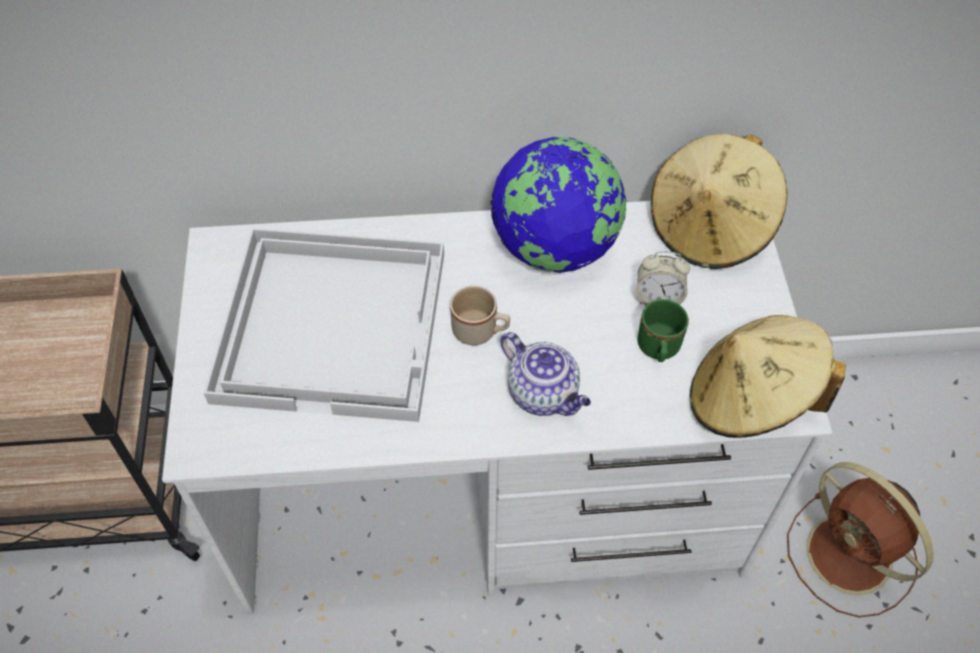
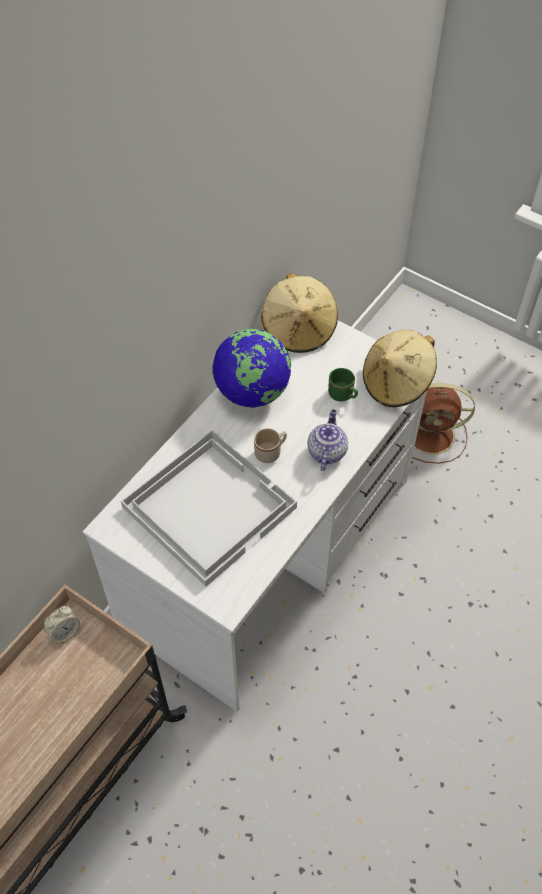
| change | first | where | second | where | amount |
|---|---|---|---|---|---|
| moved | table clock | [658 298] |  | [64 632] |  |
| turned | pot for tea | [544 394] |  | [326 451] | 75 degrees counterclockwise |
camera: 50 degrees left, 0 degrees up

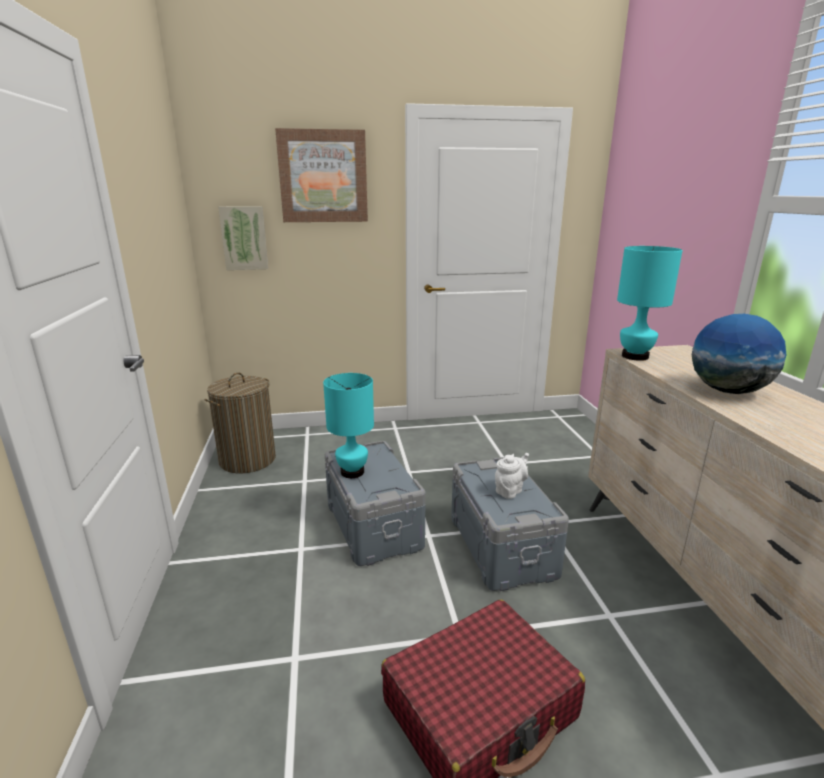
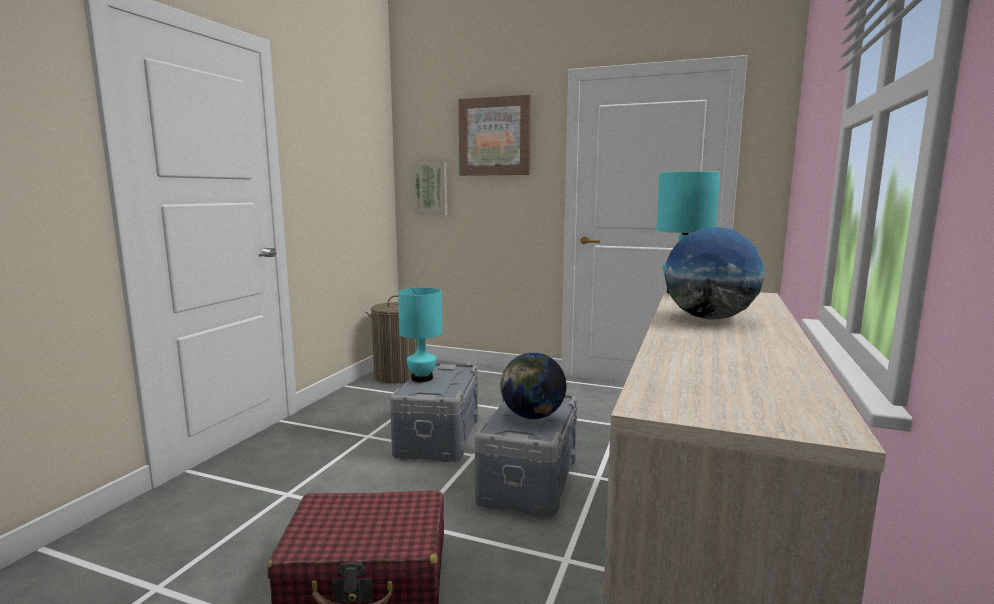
| change | first | where | second | where | amount |
|---|---|---|---|---|---|
| replaced | pot for tea in white | [510 490] | desk globe | [532 416] |  |
camera: 30 degrees right, 10 degrees down

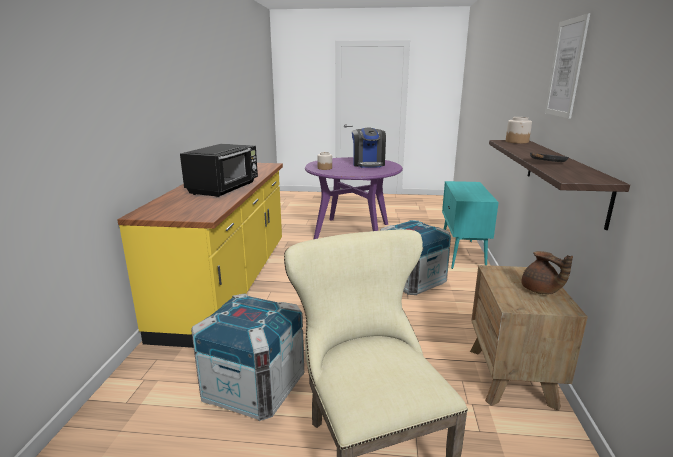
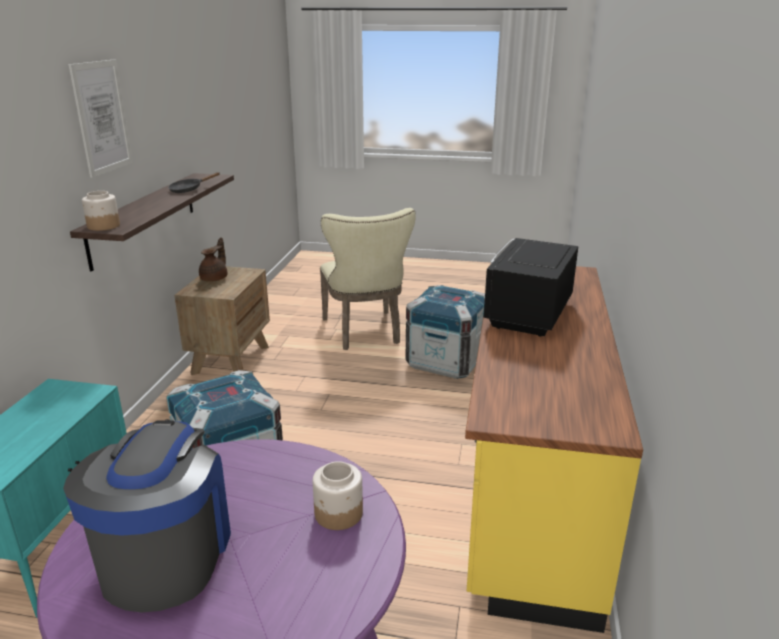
| change | first | where | second | where | amount |
|---|---|---|---|---|---|
| turned | pot for tea in brown | [540 290] |  | [215 278] | 45 degrees clockwise |
camera: 175 degrees left, 5 degrees up

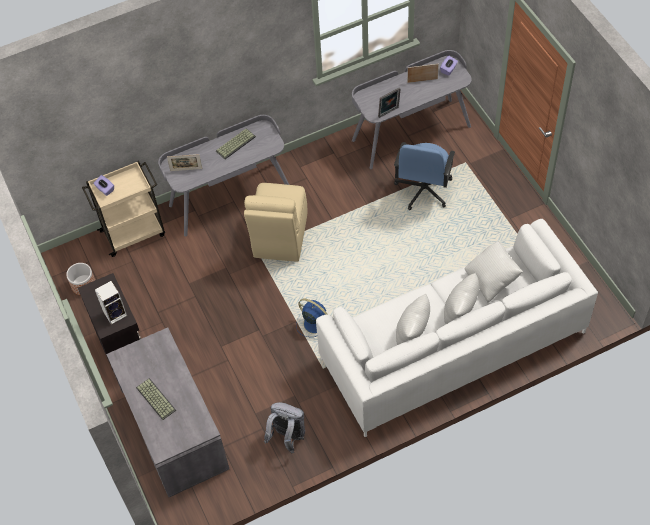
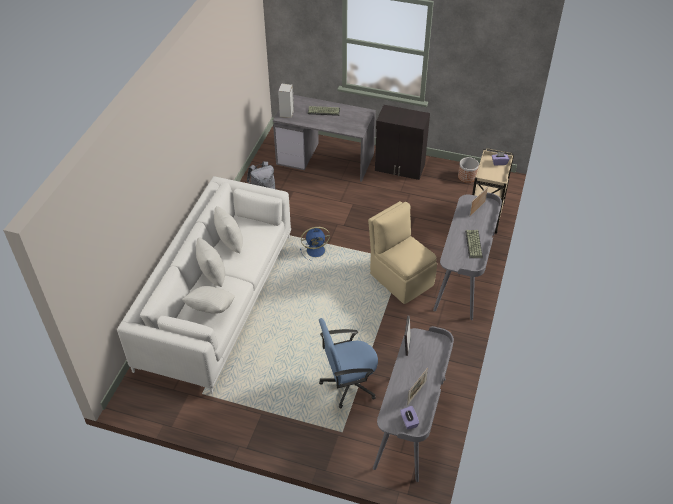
| change | first | where | second | where | amount |
|---|---|---|---|---|---|
| turned | office chair in blue-coloured | [423 190] |  | [348 383] | 75 degrees counterclockwise |
| moved | audio speaker | [116 313] |  | [287 114] |  |
camera: 130 degrees right, 10 degrees down

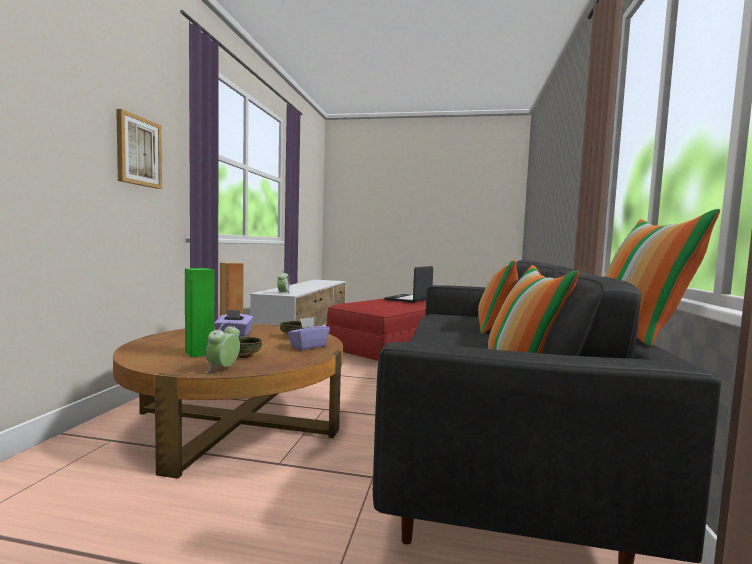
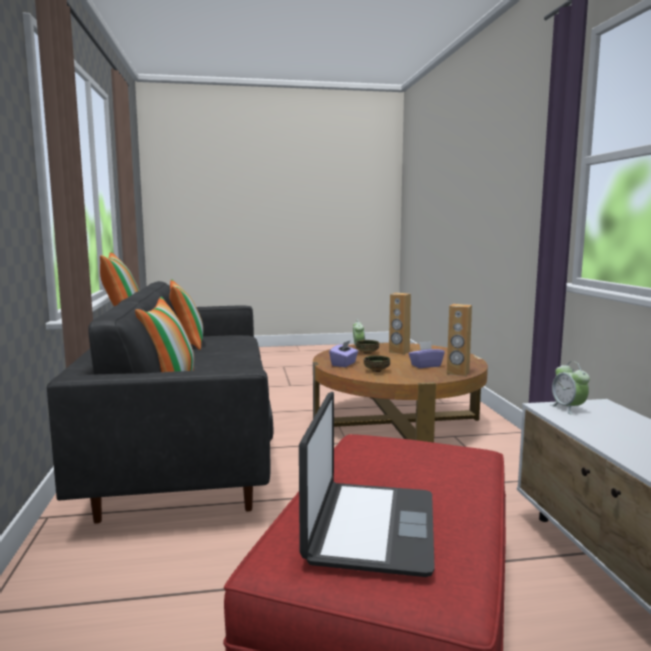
| change | first | where | second | where | amount |
|---|---|---|---|---|---|
| removed | picture | [138 151] |  |  |  |
| recoloured | audio speaker in green-coloured | [200 353] | audio speaker in brown | [399 352] |  |
camera: 160 degrees right, 5 degrees up

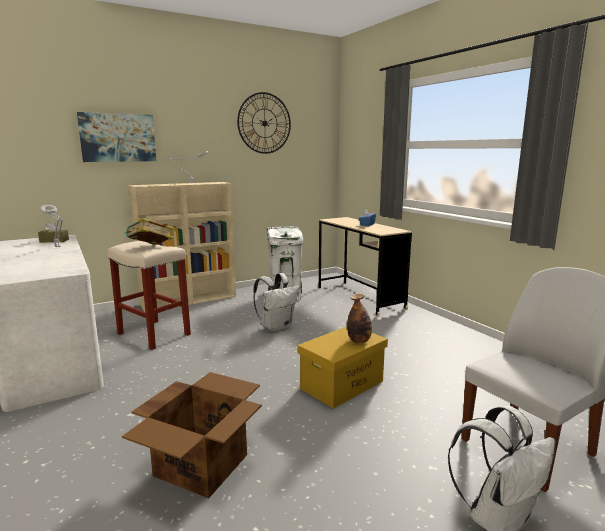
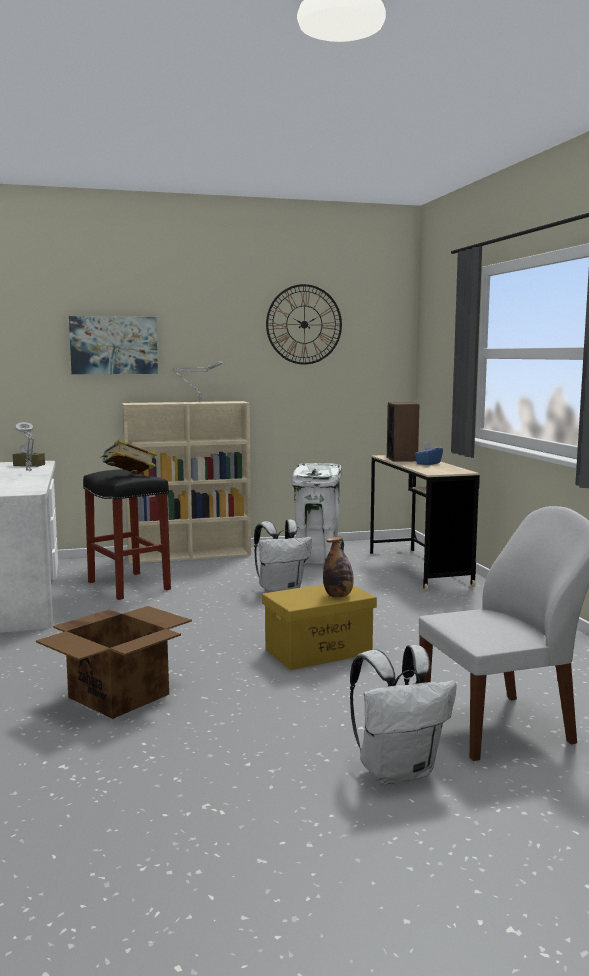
| change | first | where | second | where | amount |
|---|---|---|---|---|---|
| recoloured | stool seat in beige | [155 334] | stool seat in blackish | [129 586] |  |
| added |  |  | audio speaker | [402 459] |  |
camera: 15 degrees right, 5 degrees down

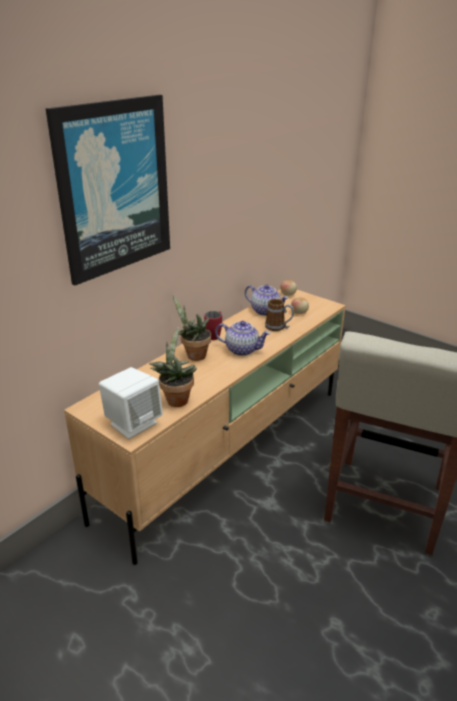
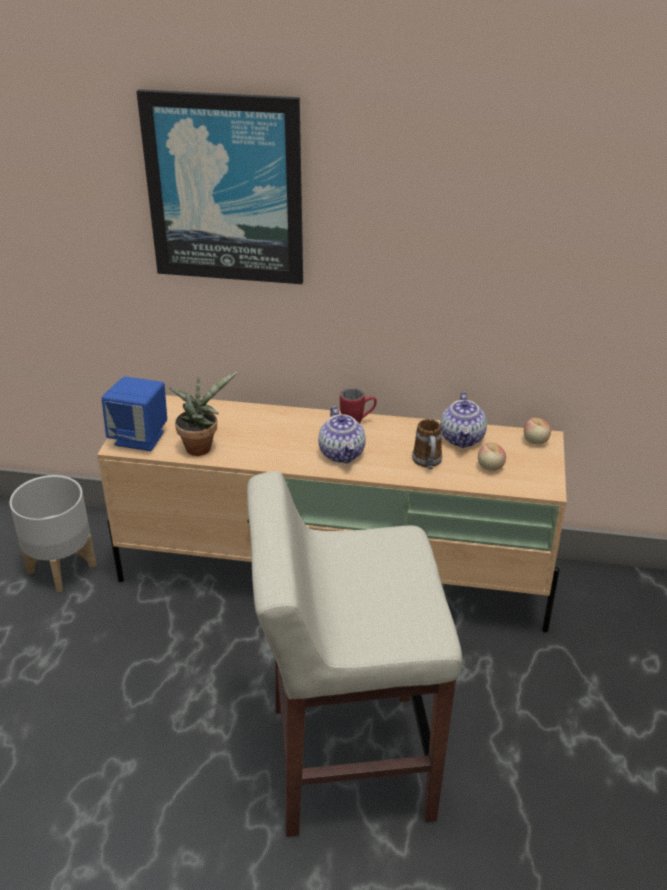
| change | first | where | second | where | amount |
|---|---|---|---|---|---|
| removed | plant in a pot | [193 355] |  |  |  |
| recoloured | audio speaker in white | [133 423] | audio speaker in blue-coloured | [140 438] |  |
| added |  |  | plant pot in gray | [62 568] |  |
camera: 60 degrees right, 5 degrees up

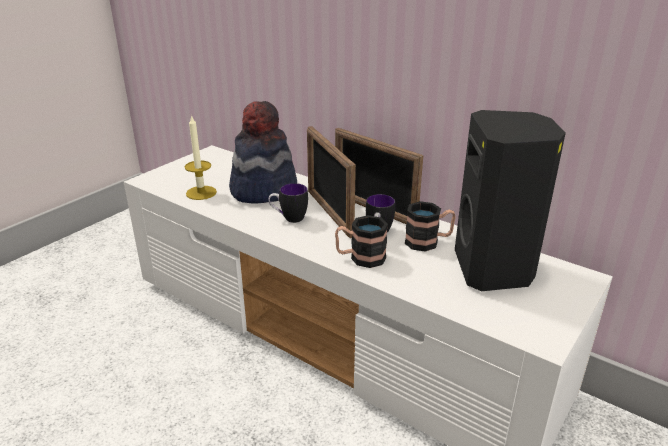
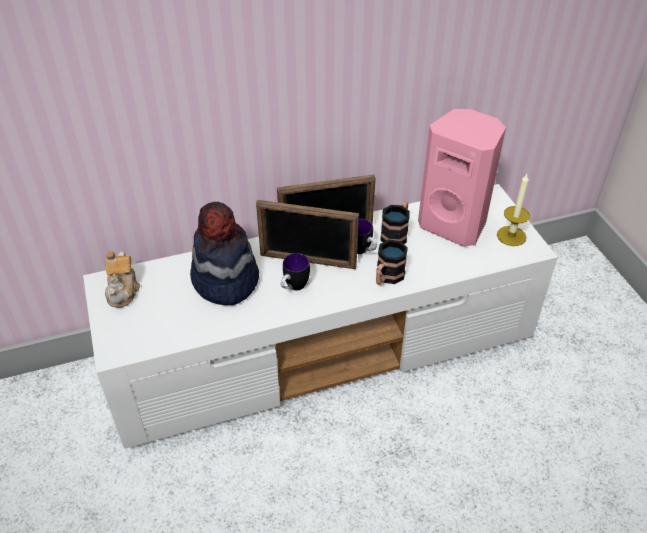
| change | first | where | second | where | amount |
|---|---|---|---|---|---|
| recoloured | audio speaker in blackish | [494 269] | audio speaker in pink-coloured | [454 224] |  |
| moved | wax candle | [201 193] |  | [511 236] |  |
| added |  |  | pot for tea | [123 290] |  |
camera: 55 degrees left, 15 degrees up

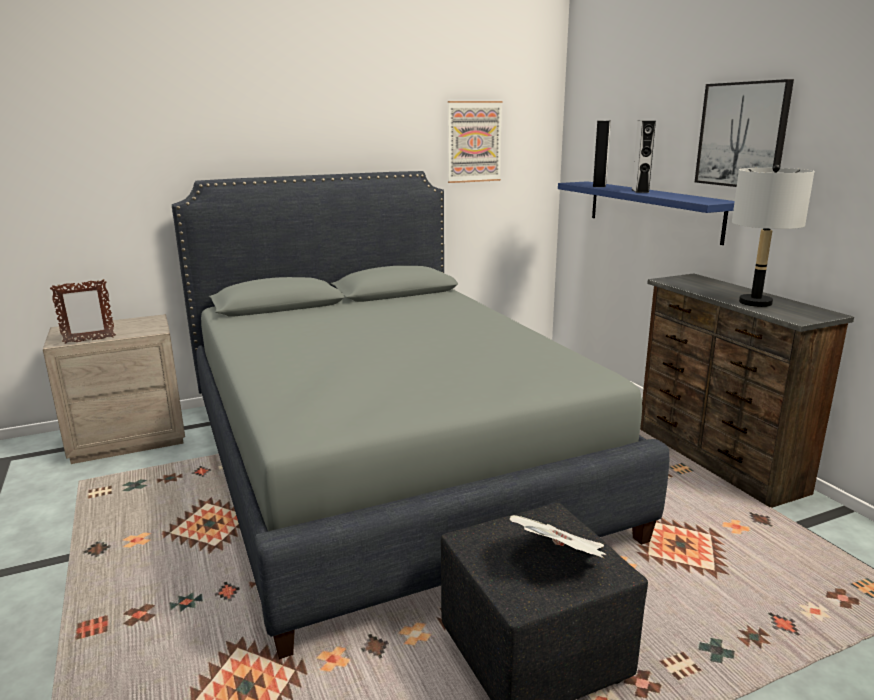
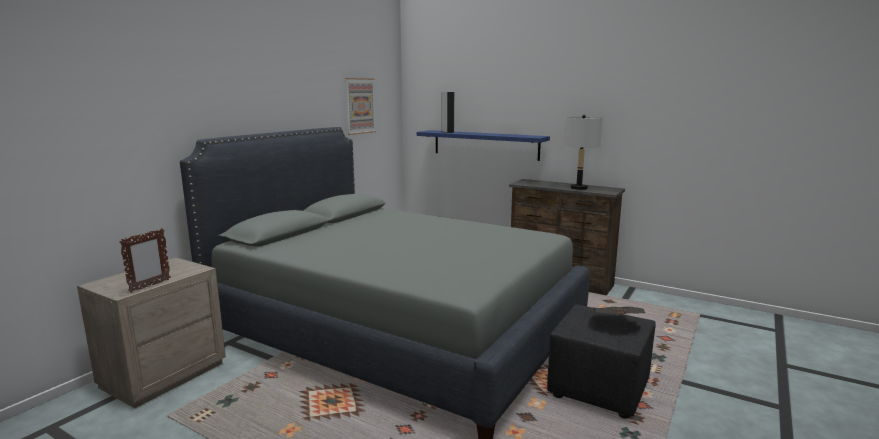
| change | first | where | second | where | amount |
|---|---|---|---|---|---|
| removed | picture | [742 135] |  |  |  |
| removed | audio speaker in gray | [640 191] |  |  |  |
camera: 35 degrees left, 5 degrees down

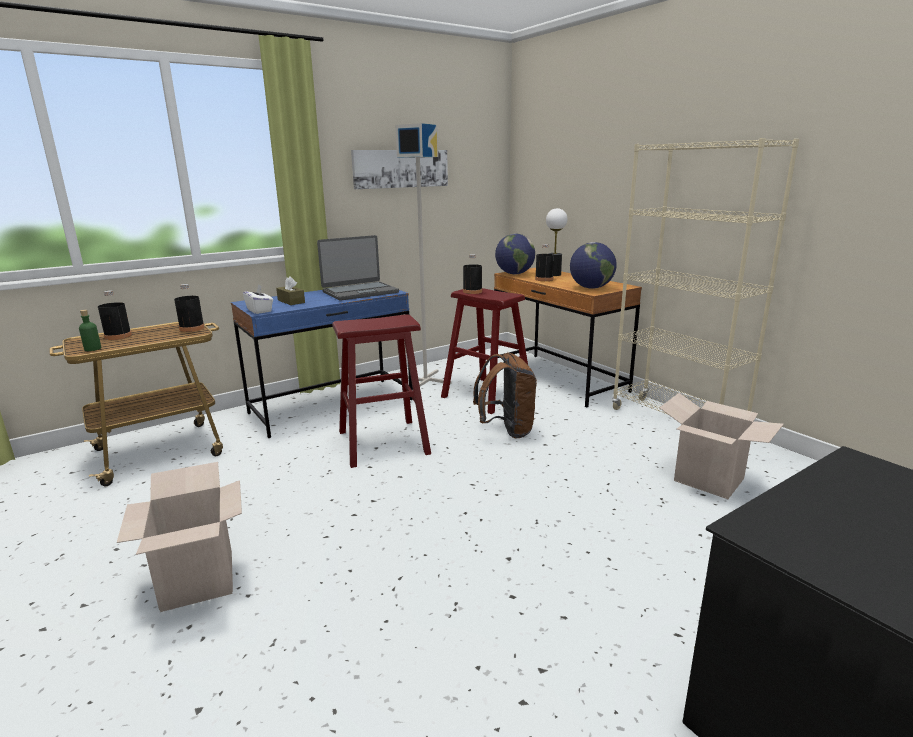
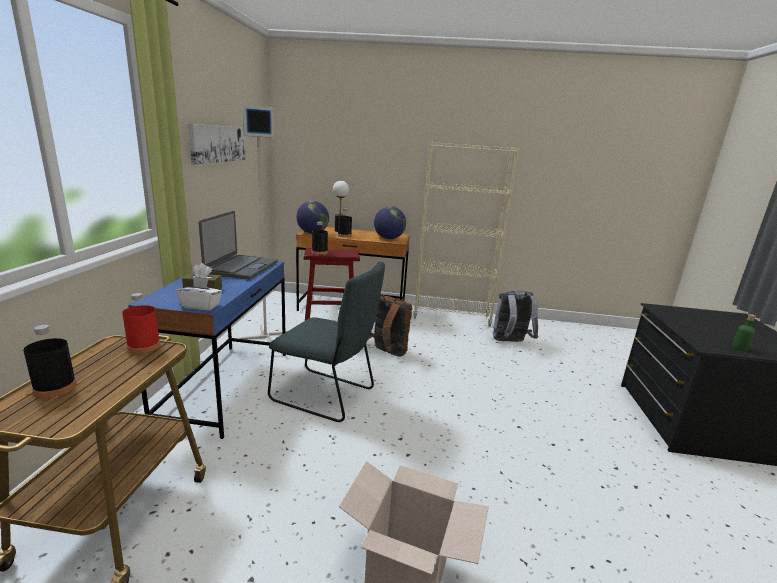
| change | first | where | second | where | amount |
|---|---|---|---|---|---|
| recoloured | bottle in blackish | [192 328] | bottle in red-coloured | [144 346] |  |
| moved | bottle in green-coloured | [92 348] |  | [739 347] |  |
| replaced | stool seat in red-coloured | [383 442] | plain chair in gray | [327 396] |  |
| replaced | carton | [709 479] | backpack in gray | [510 342] |  |
camera: 50 degrees left, 0 degrees up

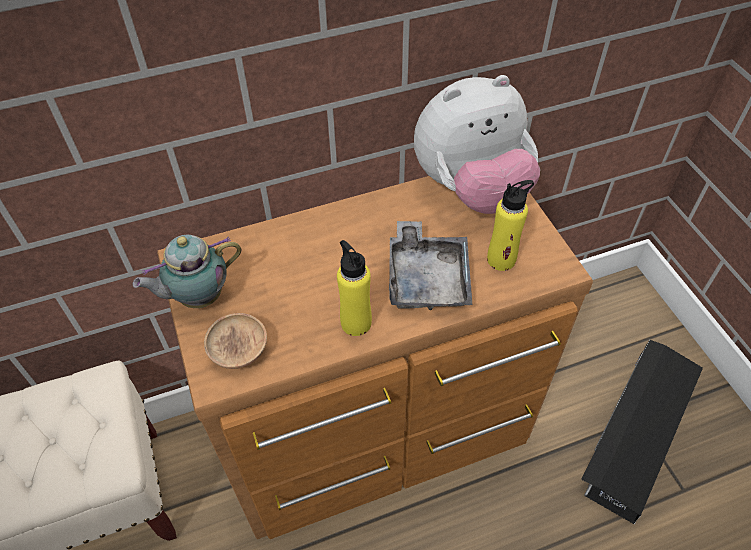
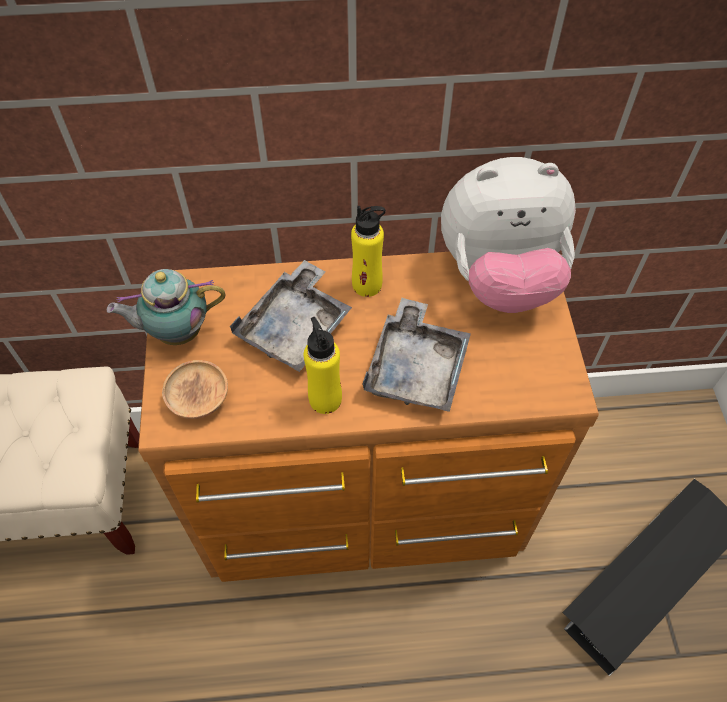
| change | first | where | second | where | amount |
|---|---|---|---|---|---|
| moved | bottle in yellow-coloured | [501 259] |  | [367 285] |  |
| added |  |  | tray in gray | [296 328] |  |
camera: 15 degrees right, 5 degrees up

